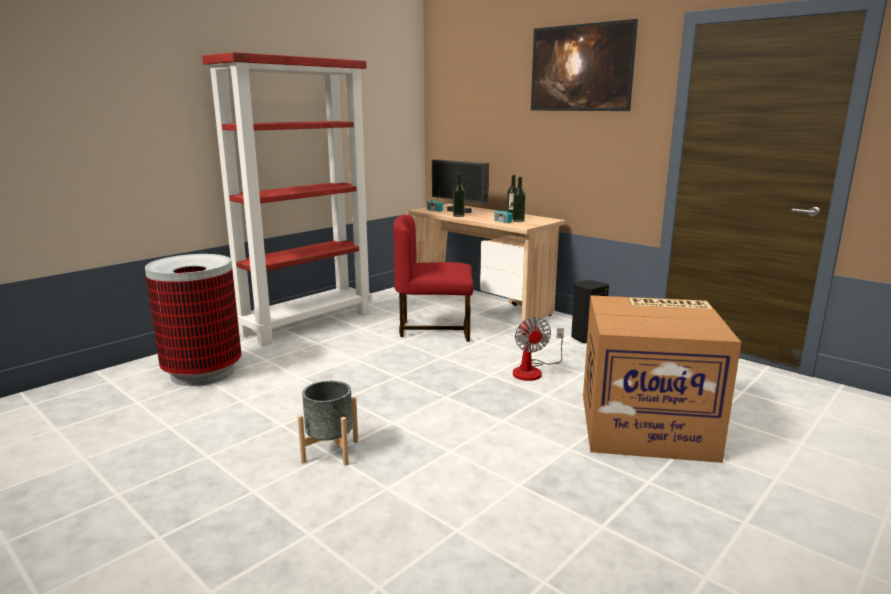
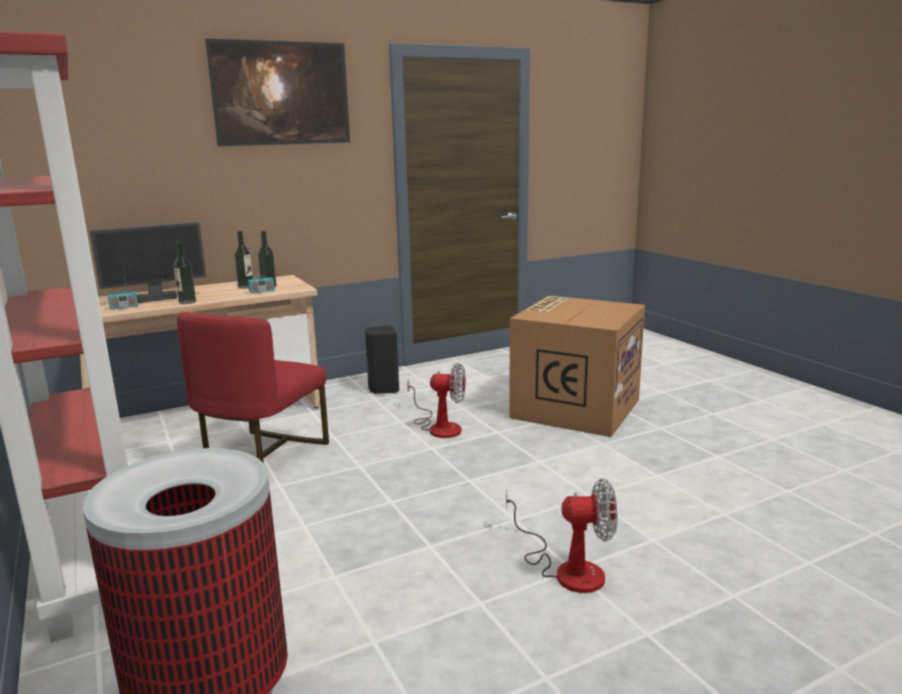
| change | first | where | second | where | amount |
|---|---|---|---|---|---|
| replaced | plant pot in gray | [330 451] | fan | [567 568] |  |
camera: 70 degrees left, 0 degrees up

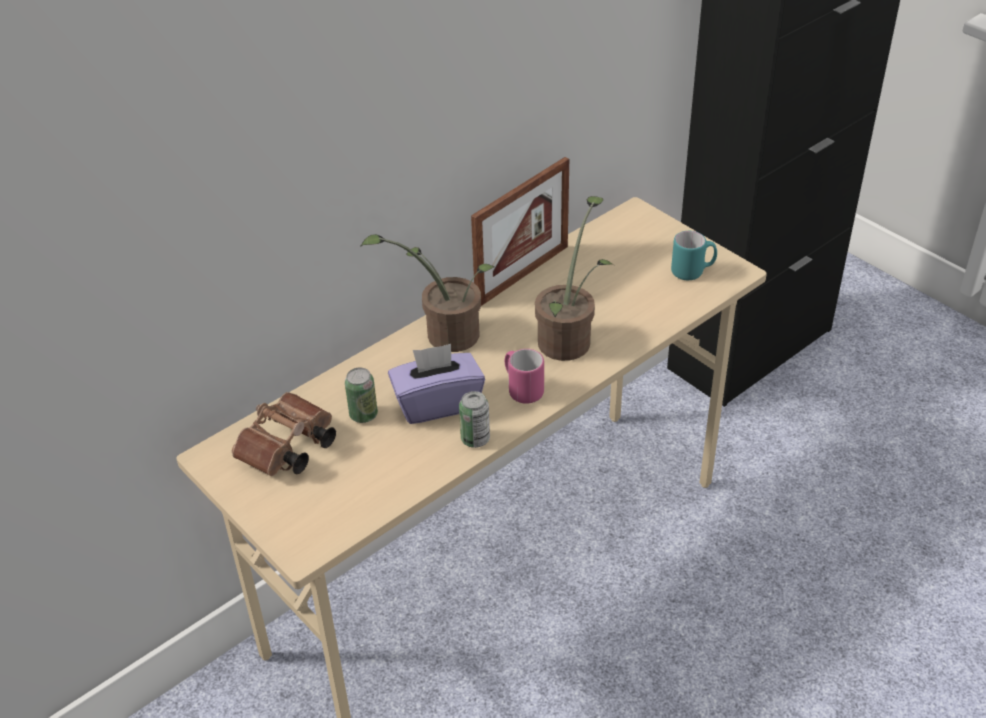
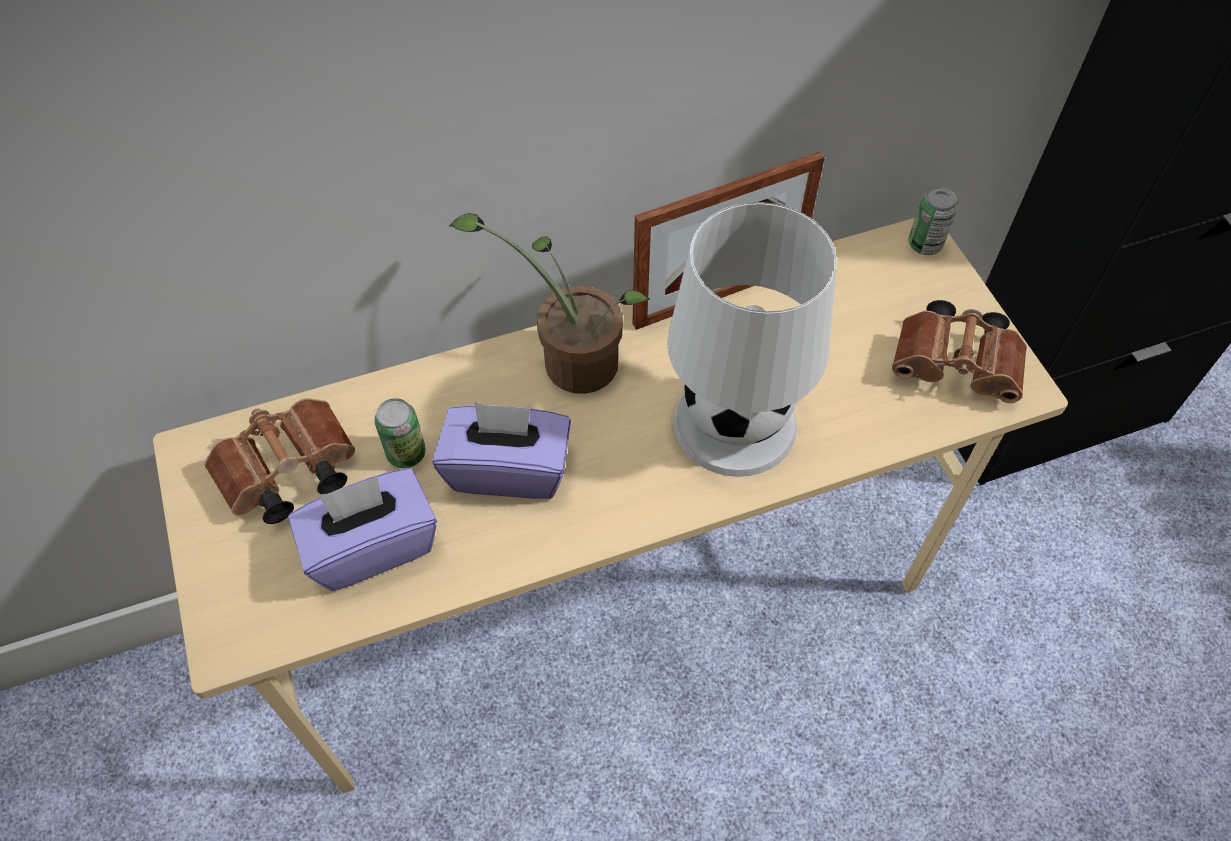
| change | first | where | second | where | amount |
|---|---|---|---|---|---|
| replaced | plant in a pot | [569 338] | table lamp in white | [733 423] |  |
| replaced | coffee mug in turquoise-coloured | [693 272] | pair of binoculars in brown | [959 367] |  |
| removed | coffee mug in pink-coloured | [522 389] |  |  |  |
| moved | can | [475 439] |  | [925 244] |  |
| added |  |  | tissue holder in purple-coloured | [372 545] |  |
camera: 20 degrees right, 15 degrees up

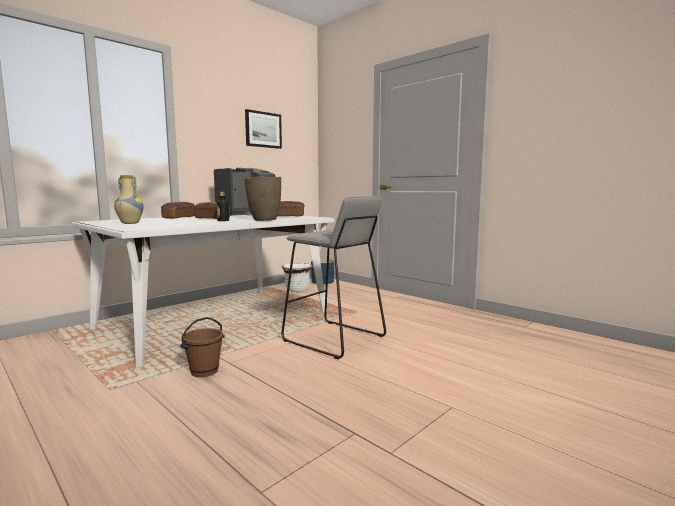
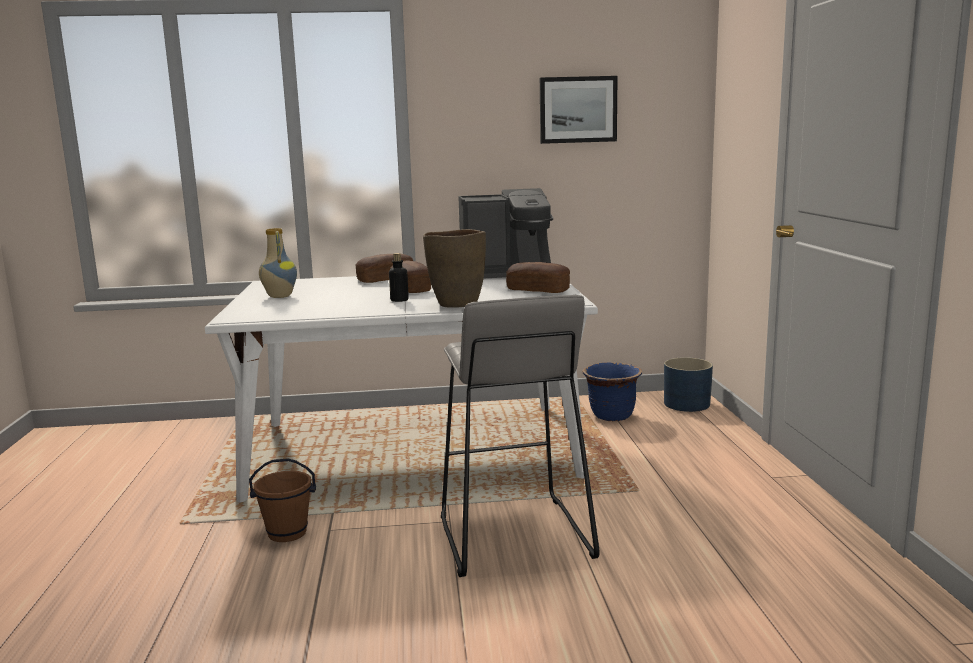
| change | first | where | second | where | amount |
|---|---|---|---|---|---|
| recoloured | plant pot in white | [297 290] | plant pot in blue-coloured | [612 416] |  |
camera: 40 degrees right, 5 degrees up

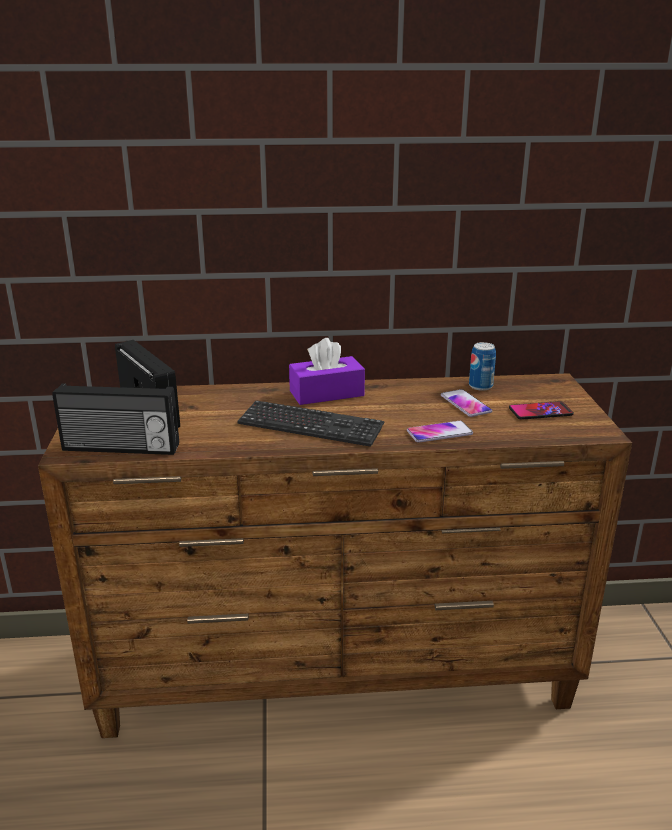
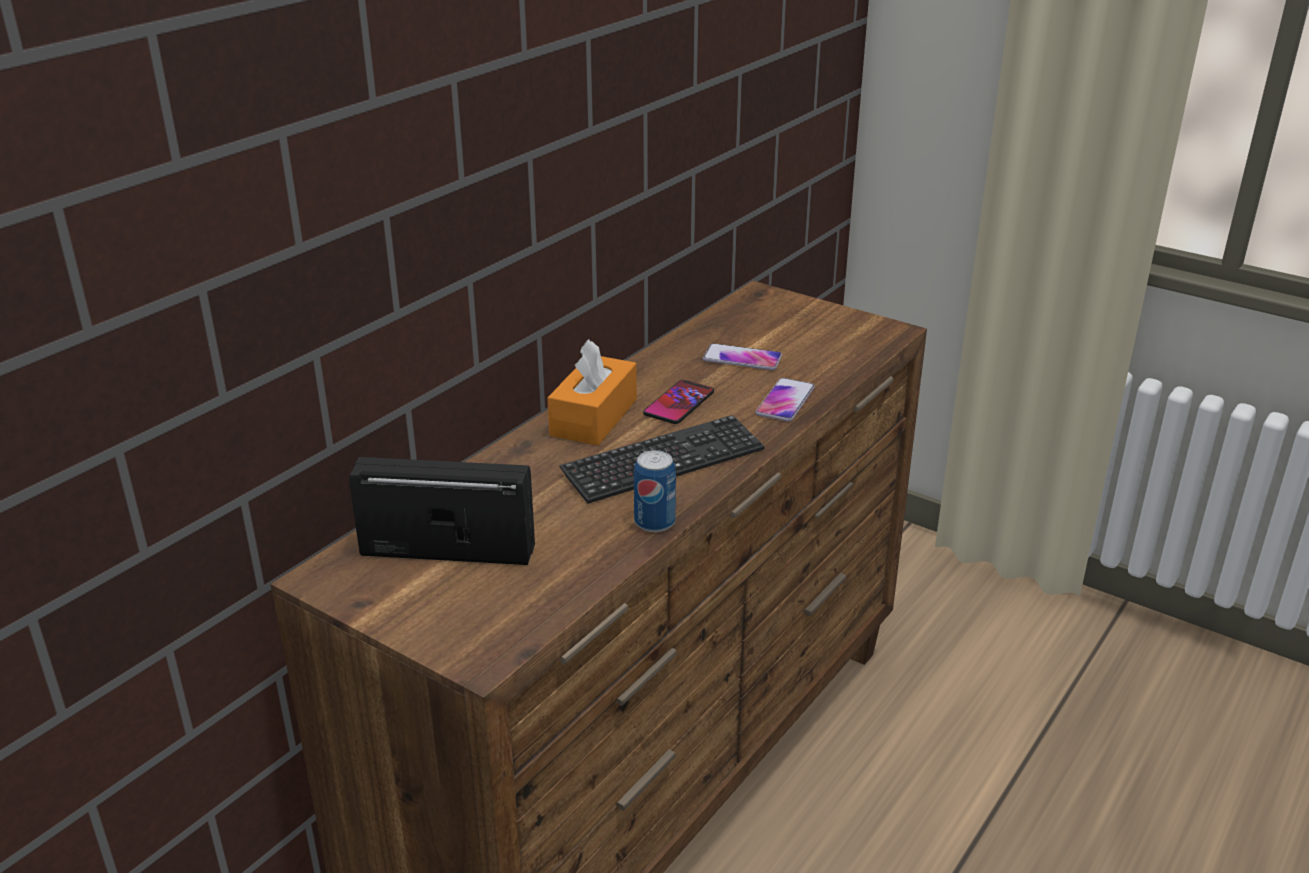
| change | first | where | second | where | amount |
|---|---|---|---|---|---|
| recoloured | tissue holder in purple-coloured | [326 393] | tissue holder in orangey | [594 417] |  |
| moved | can | [480 386] |  | [654 522] |  |
| removed | radio set | [120 448] |  |  |  |
| moved | telephone | [540 412] |  | [679 403] |  |
camera: 50 degrees left, 5 degrees up

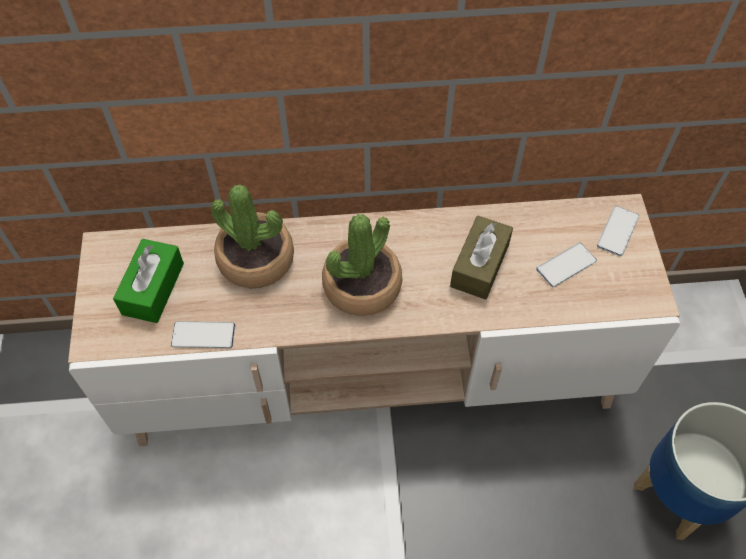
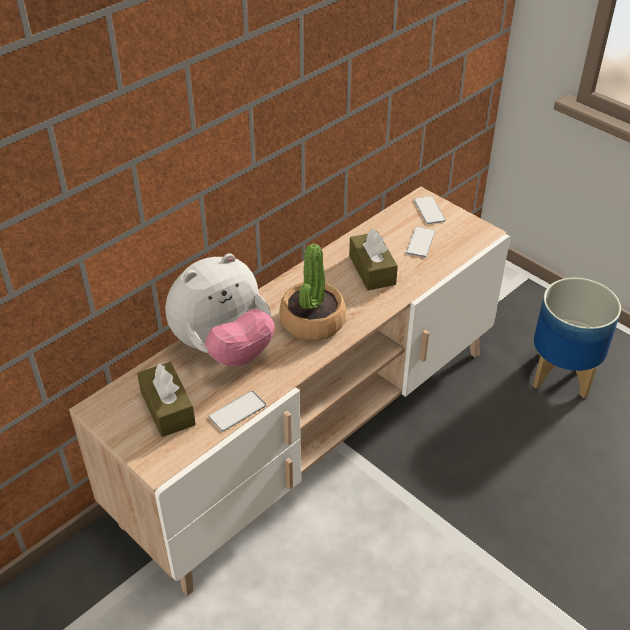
| change | first | where | second | where | amount |
|---|---|---|---|---|---|
| replaced | plant in a pot | [256 259] | soft toy | [224 348] |  |
| recoloured | tissue holder in green-coloured | [153 288] | tissue holder in brown | [167 408] |  |
camera: 40 degrees left, 15 degrees down

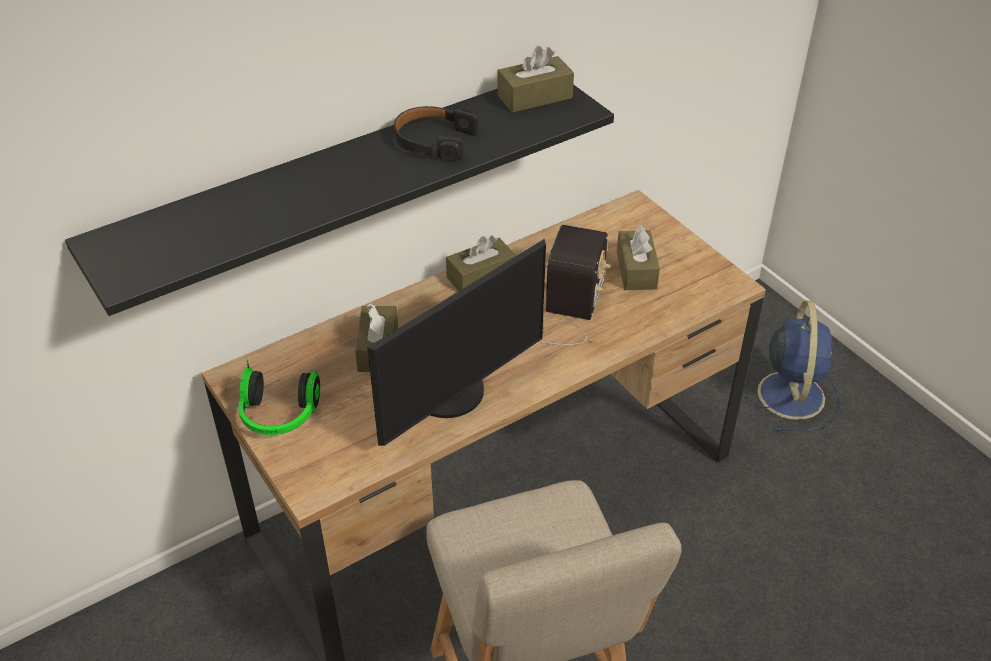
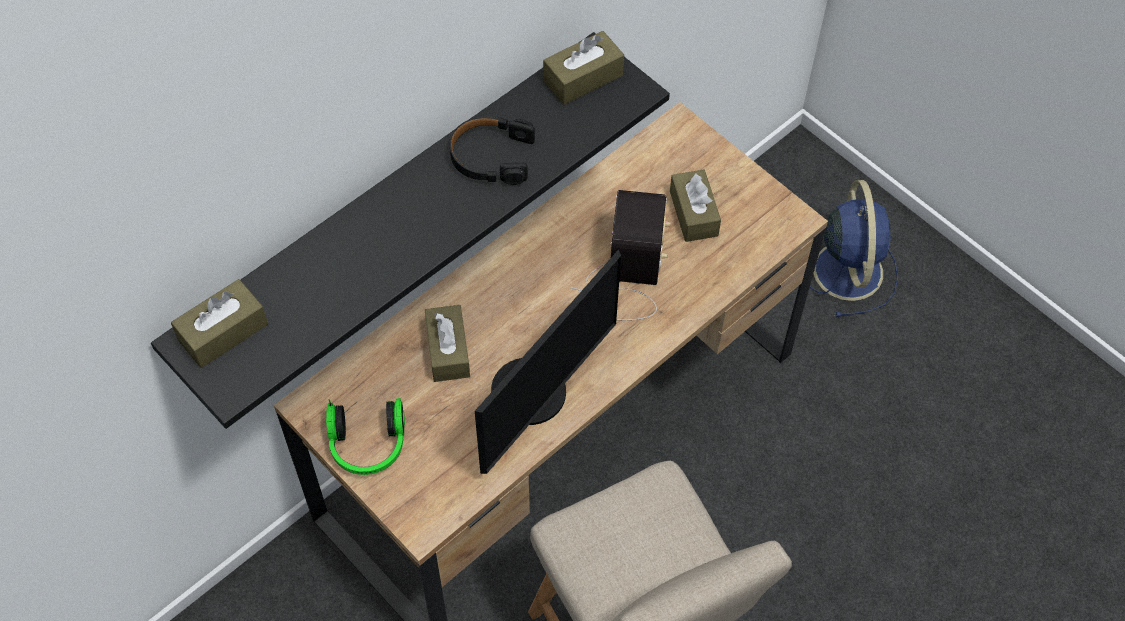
| change | first | where | second | where | amount |
|---|---|---|---|---|---|
| moved | tissue holder in brown | [481 276] |  | [223 332] |  |
camera: 10 degrees left, 15 degrees up

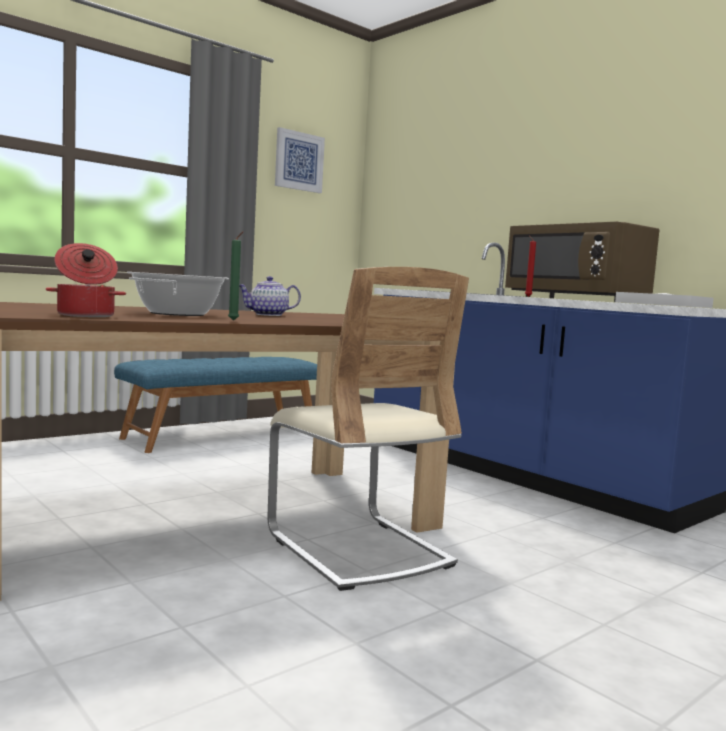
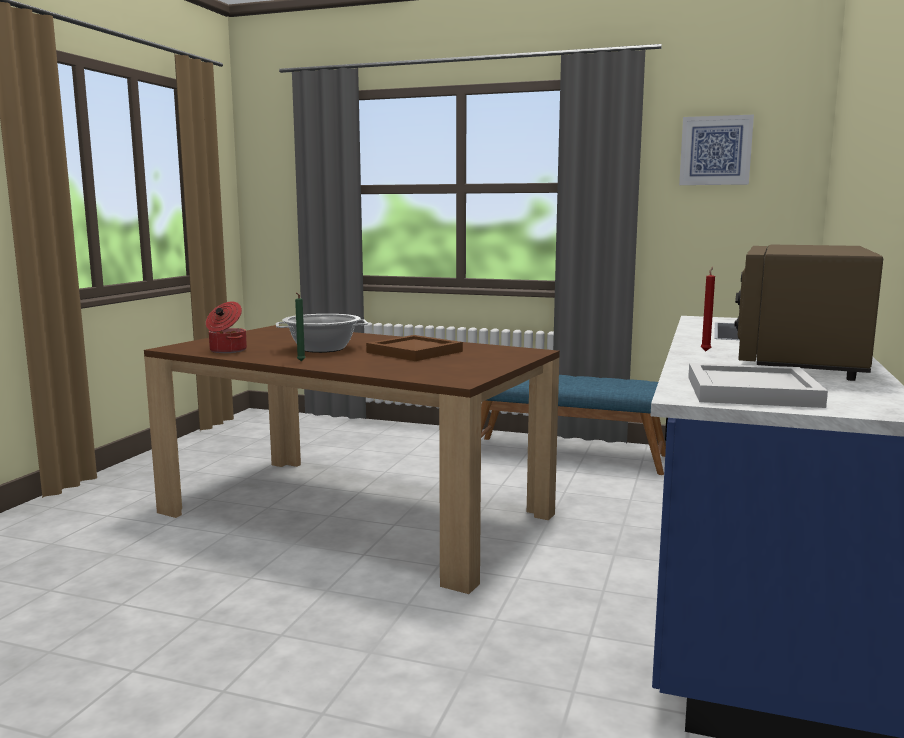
| change | first | where | second | where | amount |
|---|---|---|---|---|---|
| removed | plain chair in beige | [357 549] |  |  |  |
| replaced | pot for tea | [267 315] | tray in brown | [413 352] |  |
camera: 60 degrees right, 5 degrees up

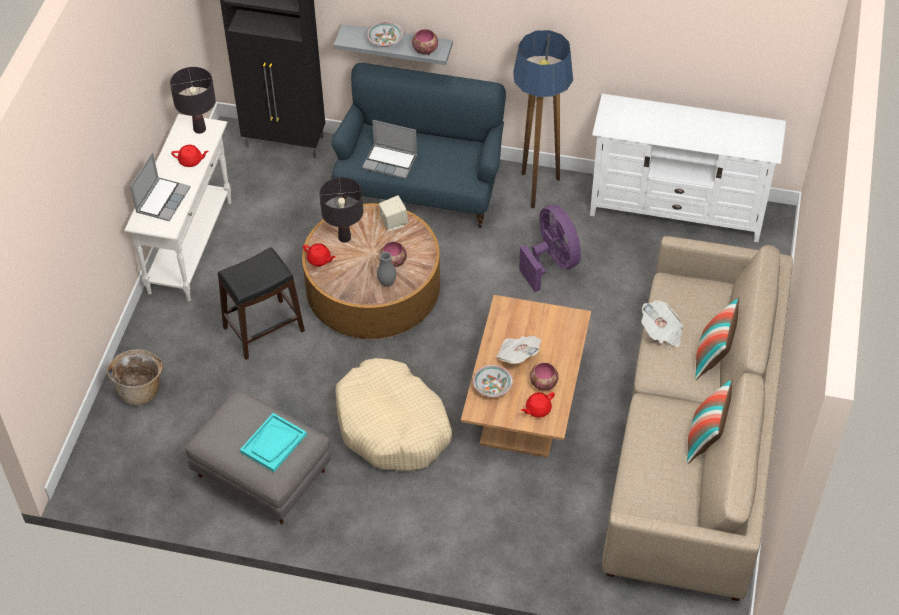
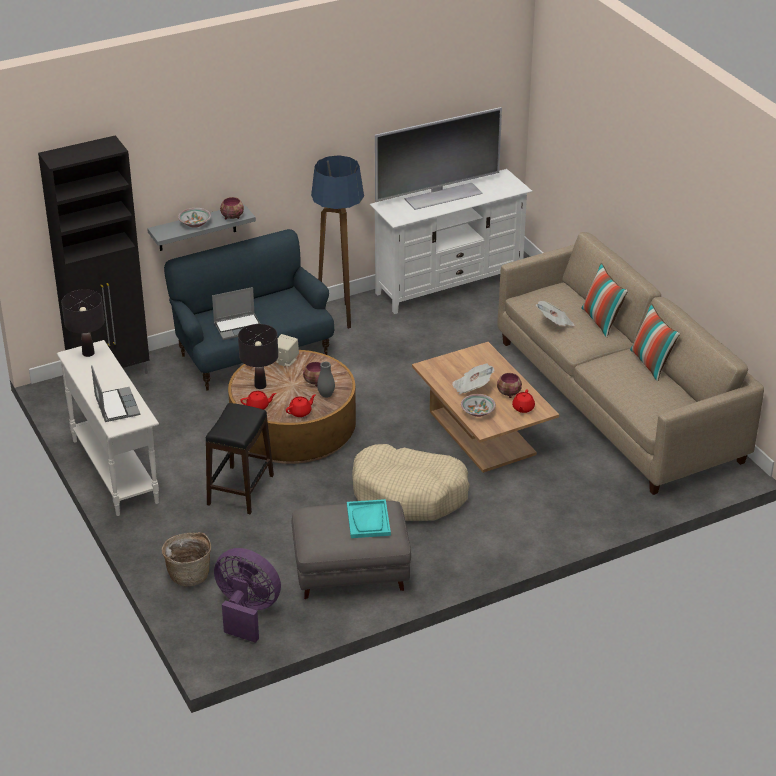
| change | first | where | second | where | amount |
|---|---|---|---|---|---|
| moved | pot for tea in red-coloured | [191 161] |  | [300 412] |  |
| moved | fan in purple-coloured | [551 263] |  | [246 612] |  |
| added |  |  | television | [442 195] |  |
camera: 40 degrees left, 15 degrees down

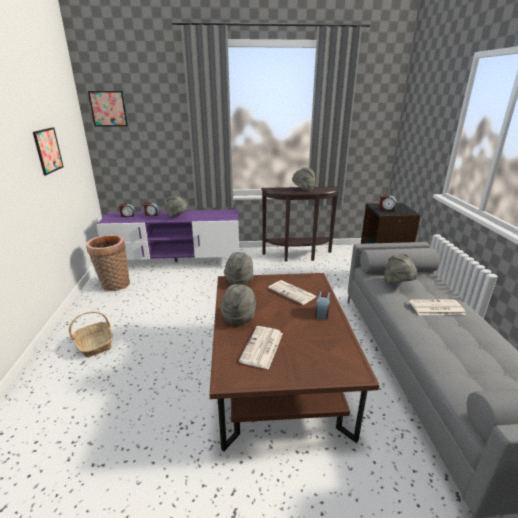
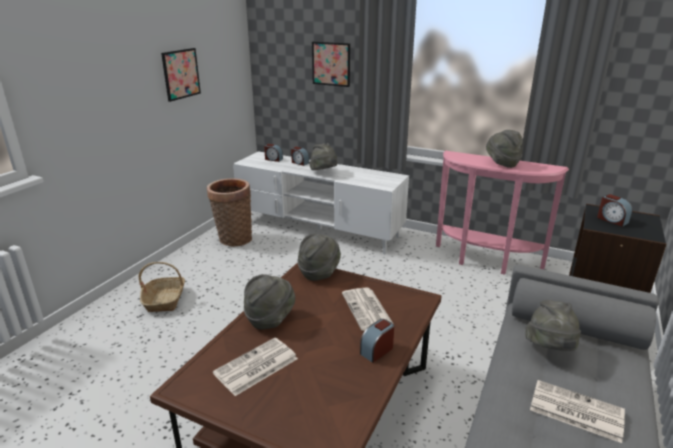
| change | first | where | second | where | amount |
|---|---|---|---|---|---|
| moved | picture | [108 108] |  | [331 64] |  |
| recoloured | hall table in brown | [298 256] | hall table in pink-coloured | [485 262] |  |
| recoloured | tv stand in purple-coloured | [176 262] | tv stand in white | [318 229] |  |
camera: 30 degrees right, 0 degrees up

